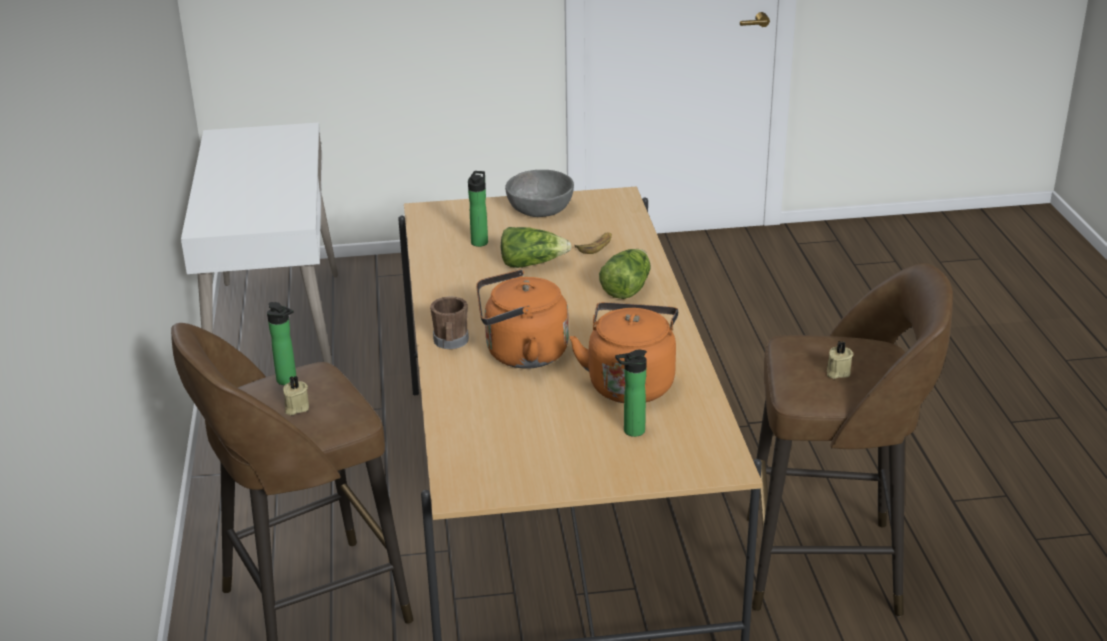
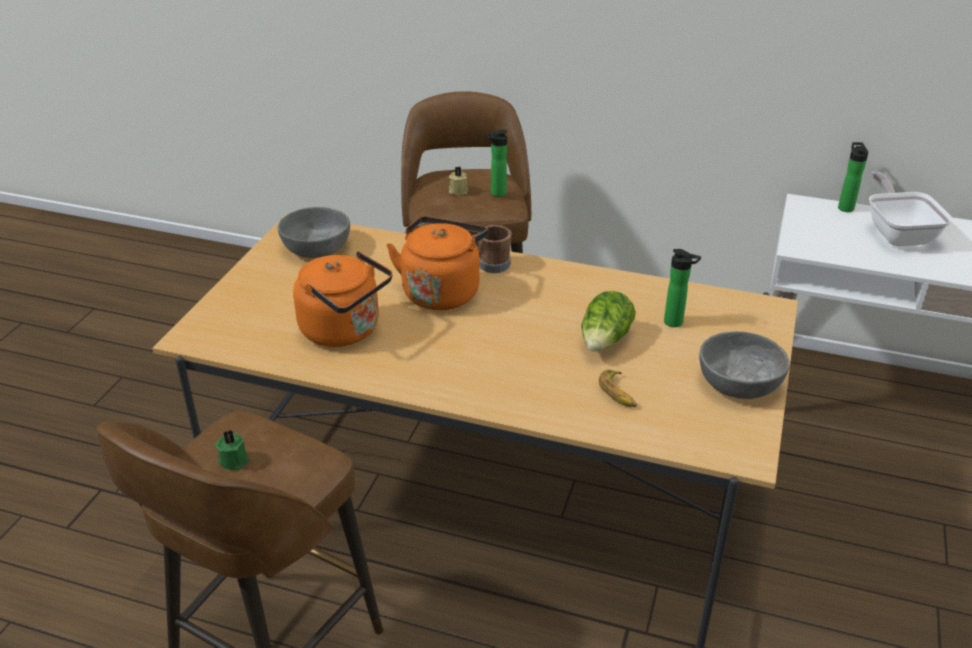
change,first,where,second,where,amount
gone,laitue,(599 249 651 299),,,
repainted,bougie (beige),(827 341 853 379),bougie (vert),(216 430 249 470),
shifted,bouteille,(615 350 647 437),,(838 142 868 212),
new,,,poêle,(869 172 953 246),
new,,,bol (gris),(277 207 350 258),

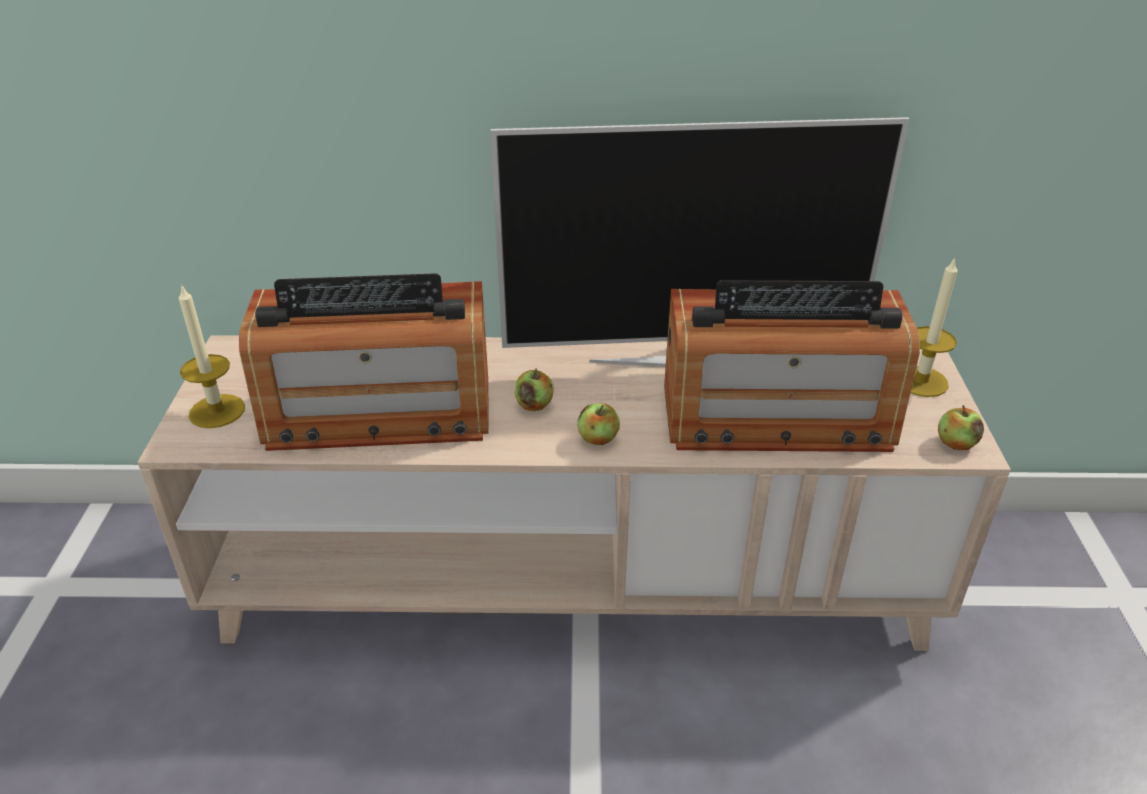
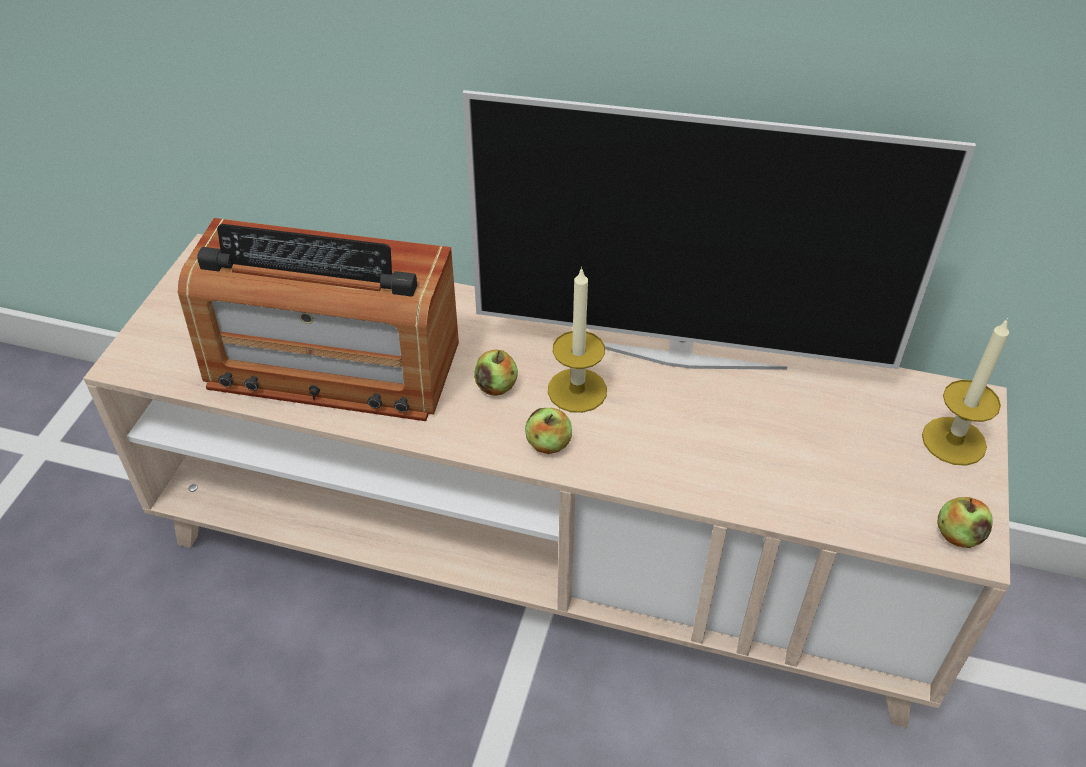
change,first,where,second,where,amount
gone,radio,(664 280 920 452),,,
shifted,bougie,(179 284 245 428),,(548 267 607 413),

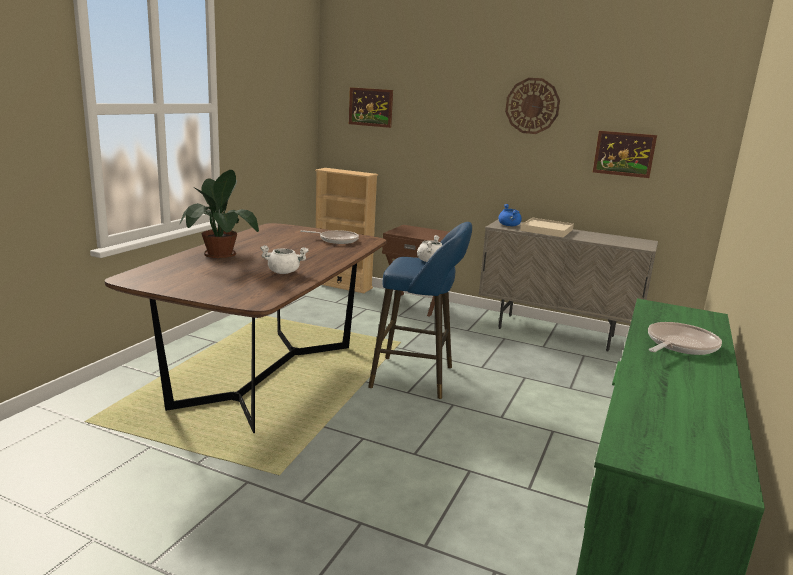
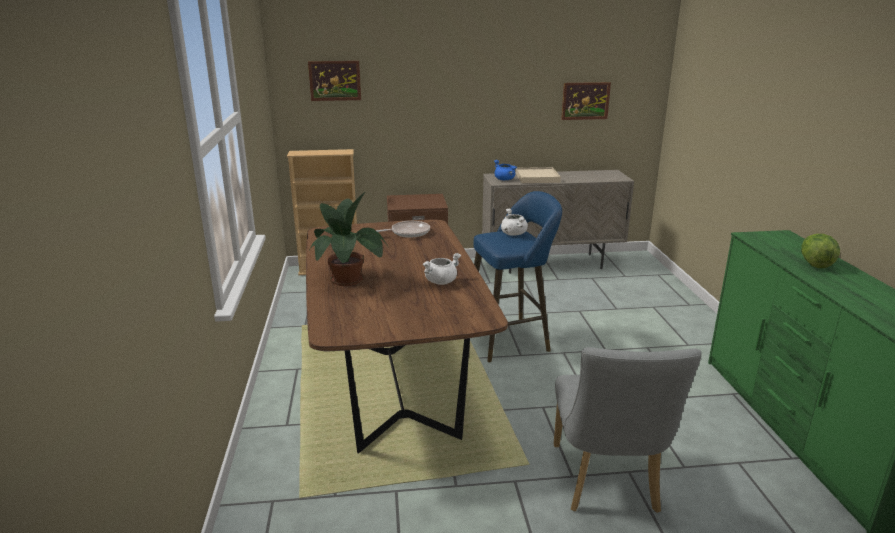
change,first,where,second,where,amount
gone,horloge murale,(505 78 560 134),,,
swapped,poêle,(648 322 722 355),laitue,(801 234 840 268),
new,,,chaise (gris),(553 347 702 513),

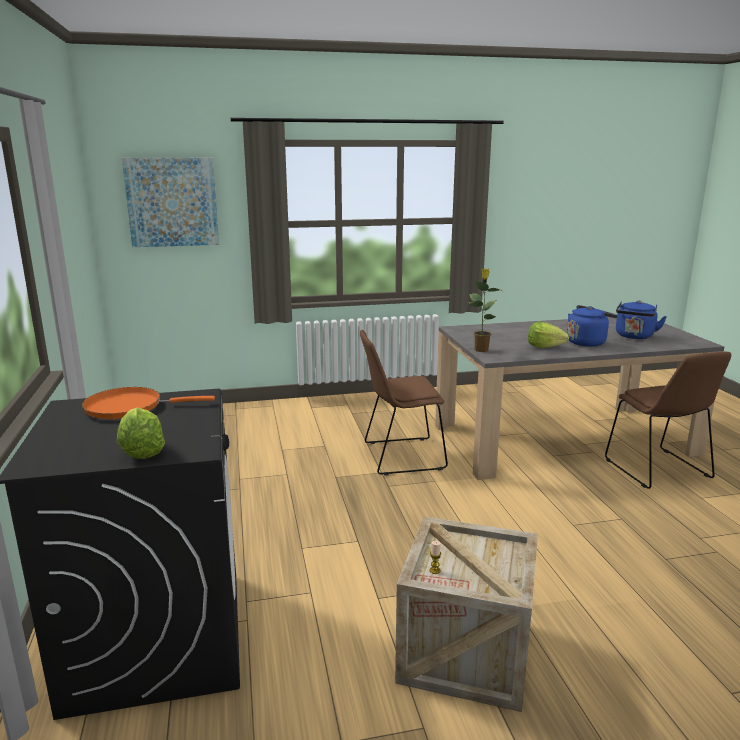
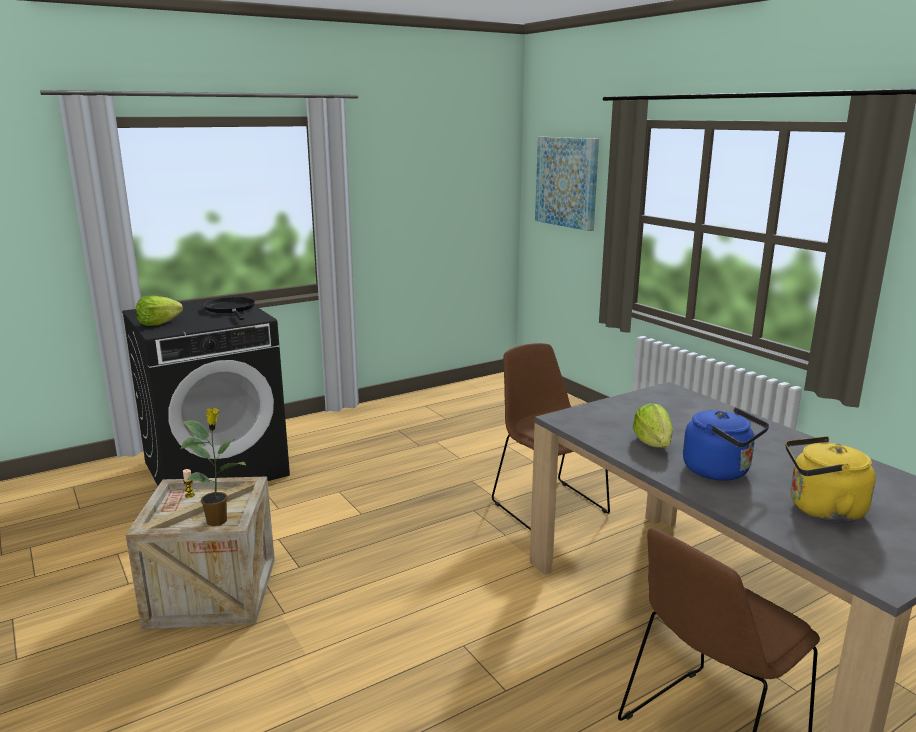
change,first,where,second,where,amount
shifted,plante en pot,(468 269 503 352),,(180 407 246 526),
repainted,bouilloire (bleu),(616 300 667 339),bouilloire (jaune),(786 436 876 523),
repainted,poêle (orange),(82 387 215 419),poêle (noir),(203 297 255 320),

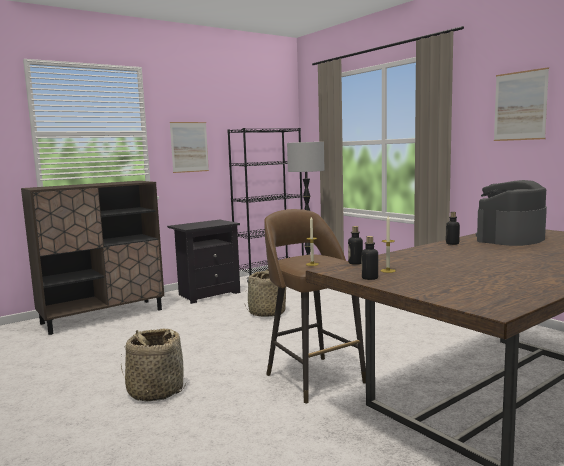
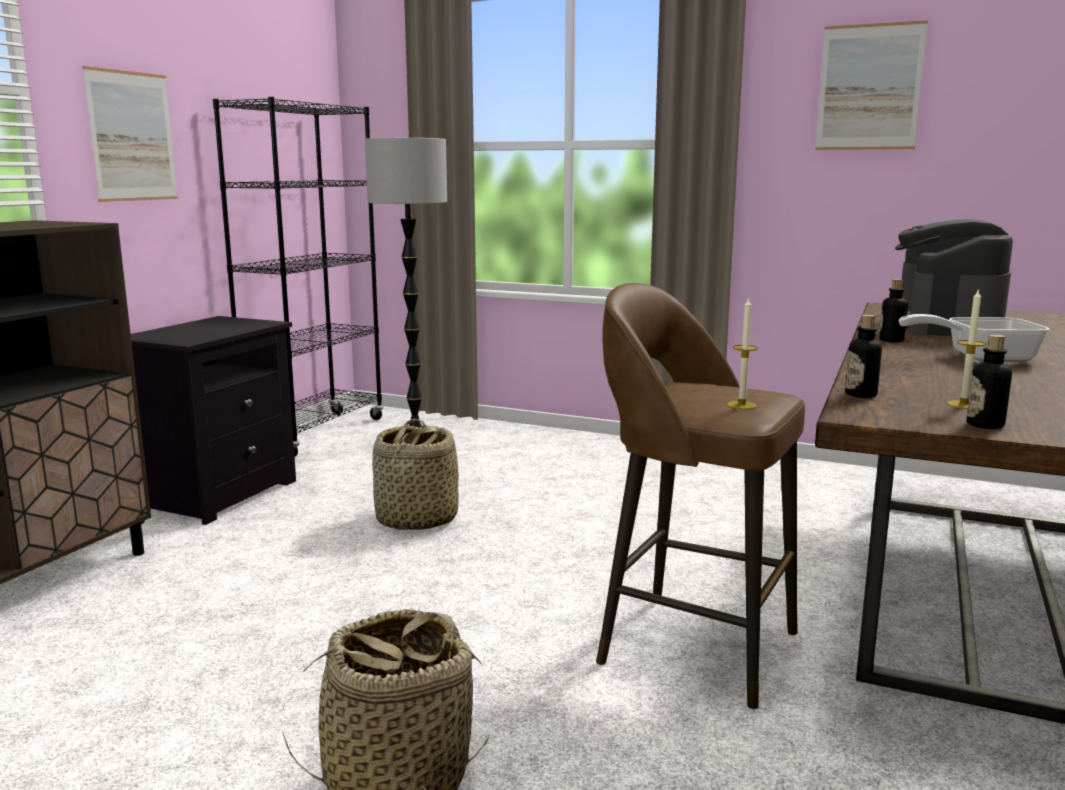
change,first,where,second,where,amount
new,,,poêle,(899 314 1049 362),

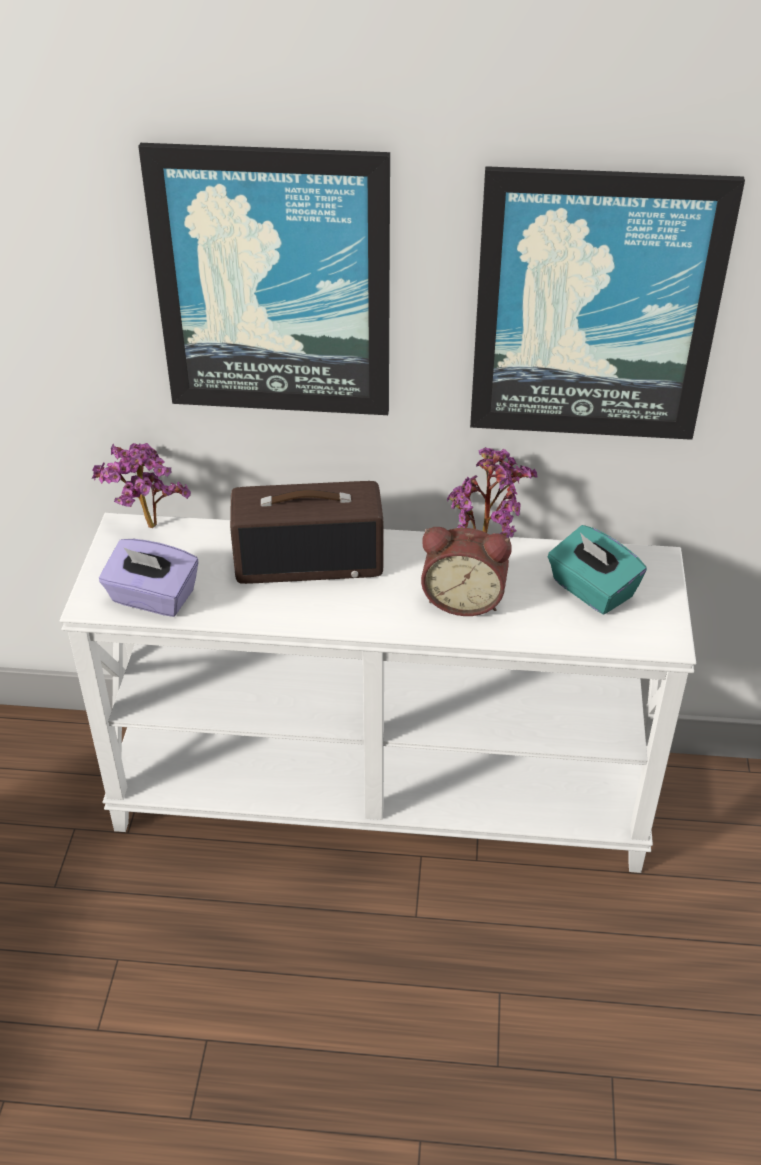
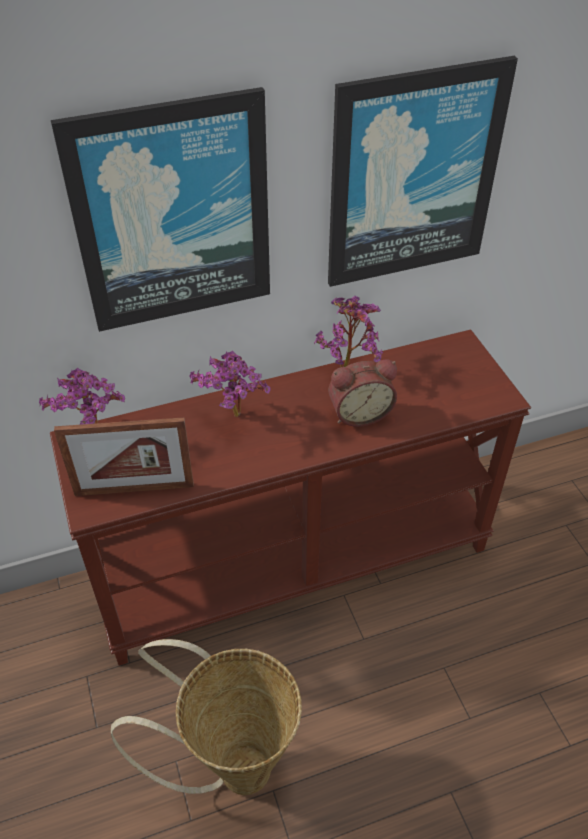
change,first,where,second,where,amount
swapped,radio,(230 481 384 584),plante en pot,(190 351 271 417),
repainted,table console (blanc),(60 512 696 873),table console (marron),(50 329 531 666),
gone,boîte à mouchoirs (turquoise),(547 525 647 615),,,
swapped,boîte à mouchoirs (violet),(99 539 198 617),cadre photo,(54 417 194 496),
new,,,panier,(111 639 302 795),

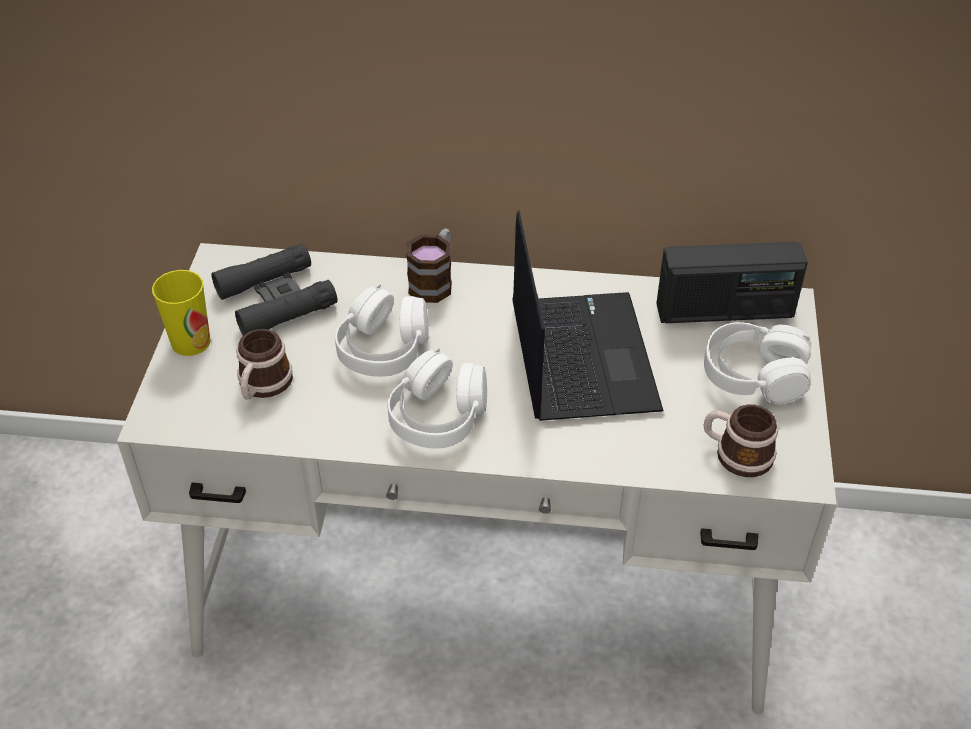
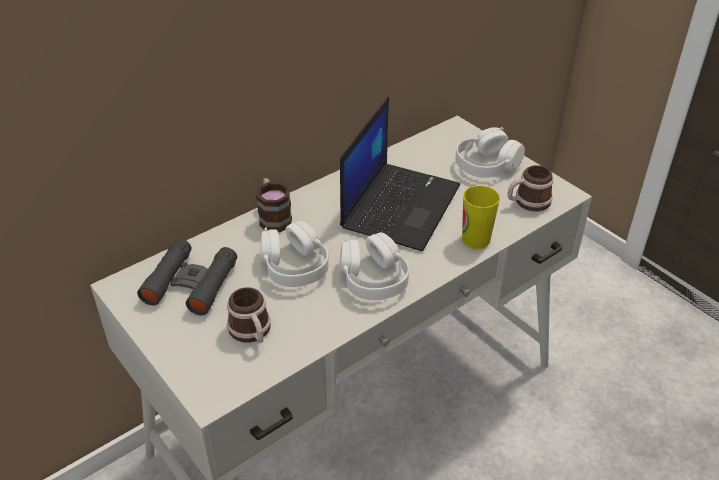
change,first,where,second,where,amount
rotated,ordinateur portable,(513 210 664 421),,(340 97 460 251),75 degrees clockwise
gone,radio,(656 242 808 323),,,
shifted,tasse,(152 270 211 356),,(462 185 500 249),

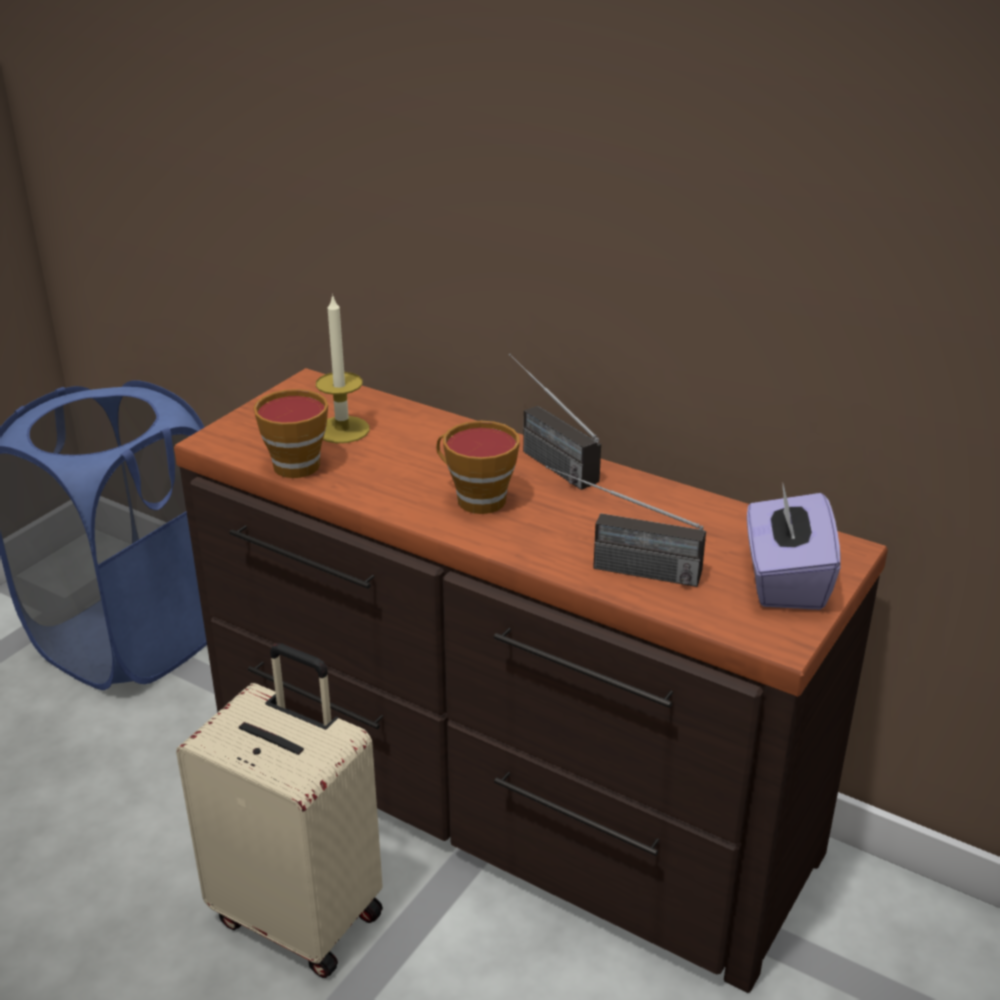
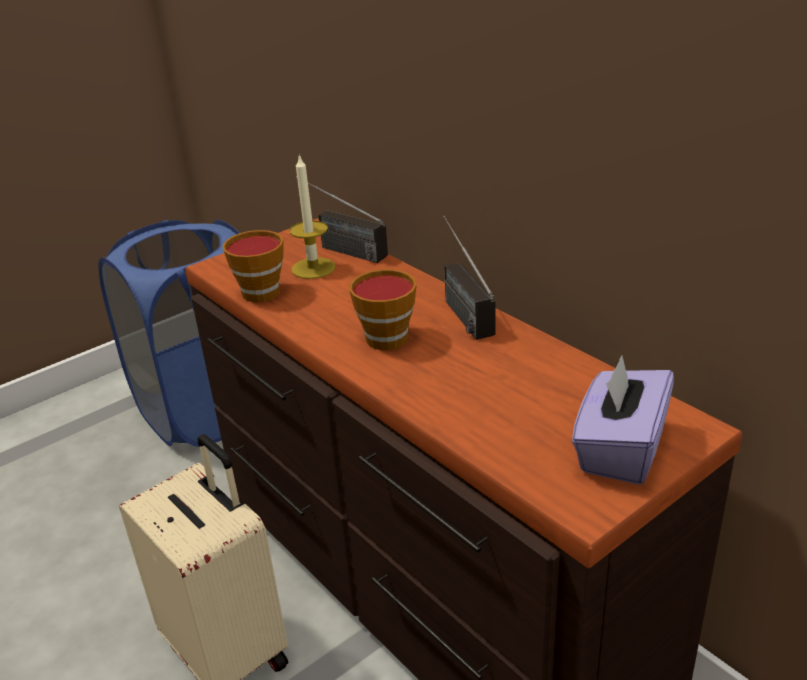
change,first,where,second,where,amount
shifted,radio,(546 466 706 587),,(296 176 388 263),

